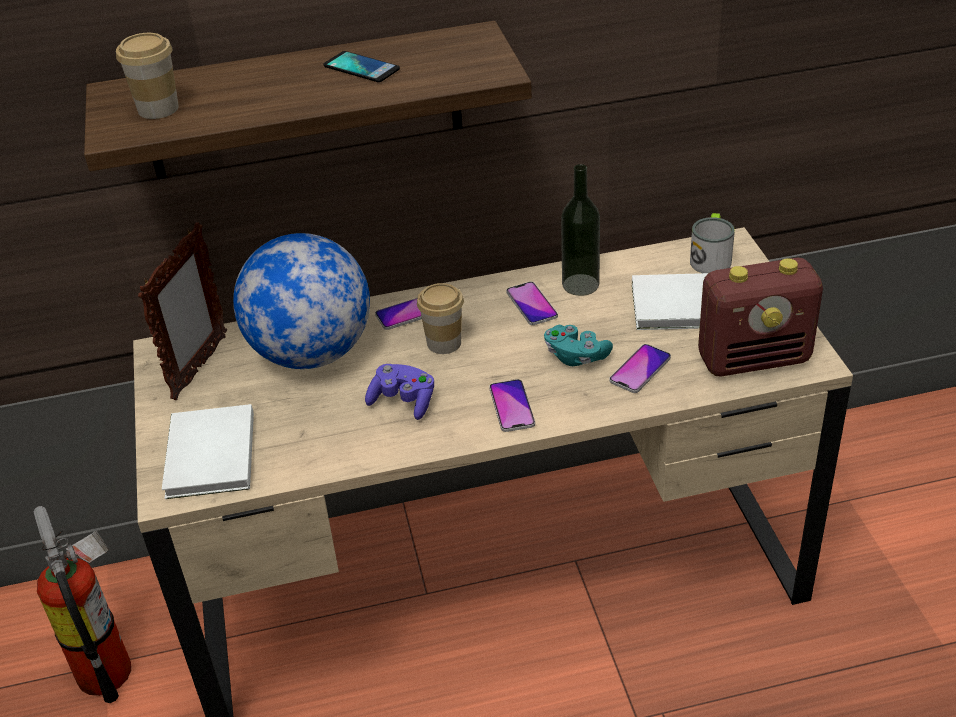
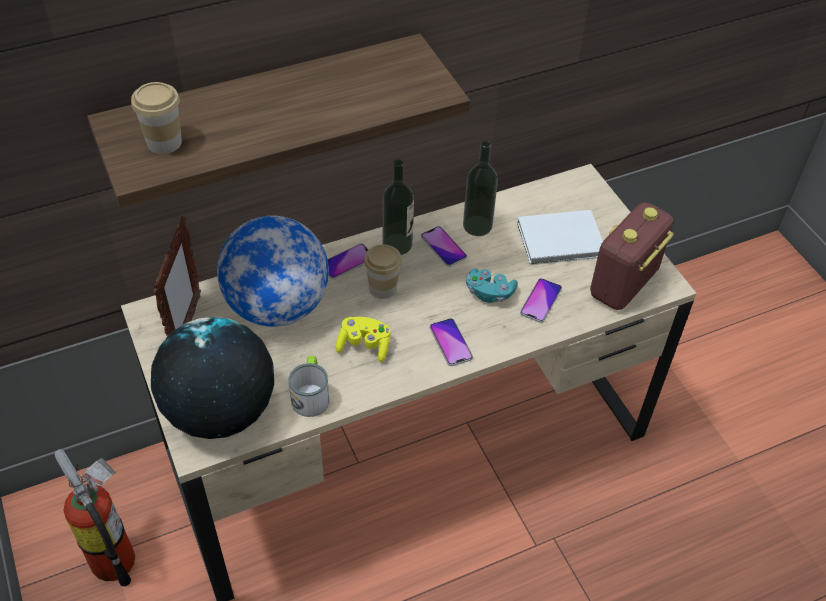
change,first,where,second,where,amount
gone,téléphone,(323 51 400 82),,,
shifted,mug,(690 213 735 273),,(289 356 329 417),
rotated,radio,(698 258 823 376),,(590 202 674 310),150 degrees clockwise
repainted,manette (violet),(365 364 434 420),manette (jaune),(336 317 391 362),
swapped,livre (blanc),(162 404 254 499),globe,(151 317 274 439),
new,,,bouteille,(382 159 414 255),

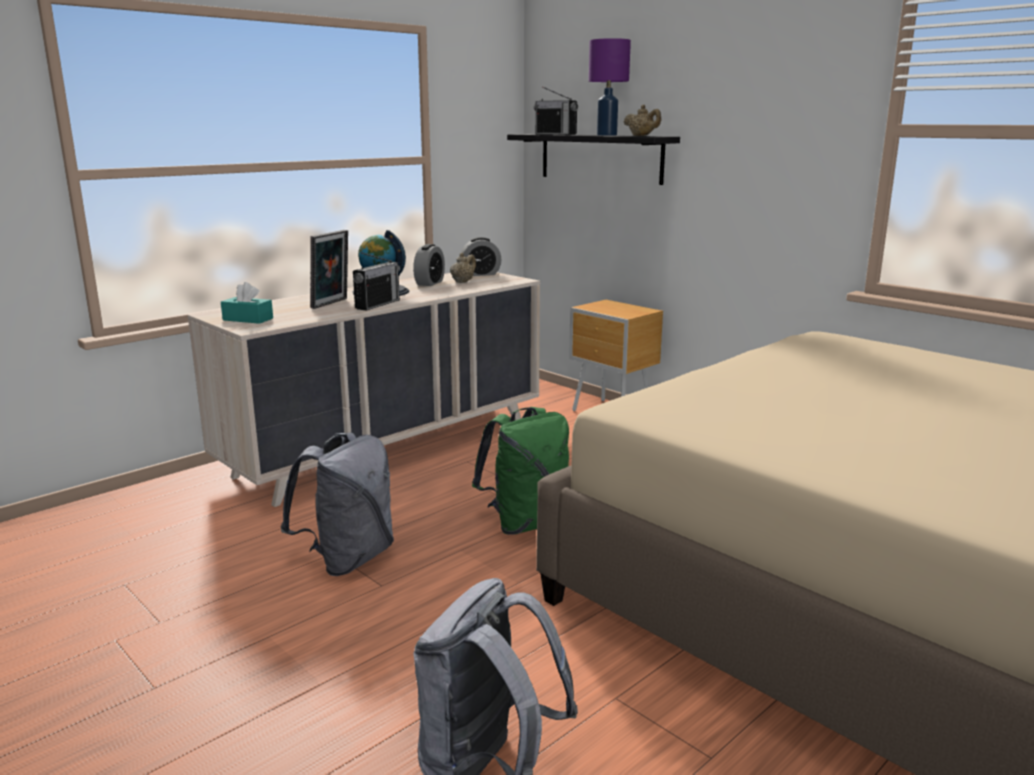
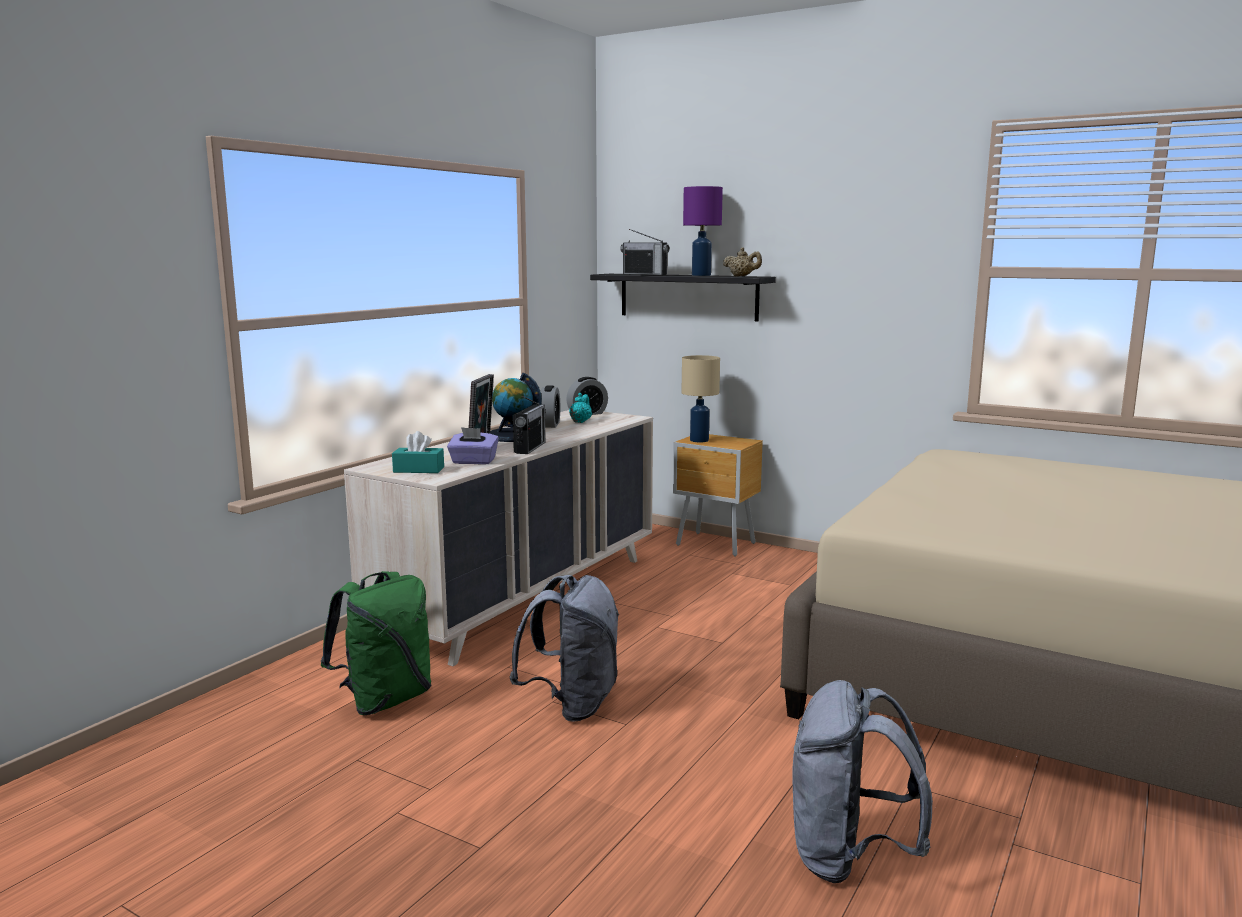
change,first,where,second,where,amount
repainted,théière (beige),(450 253 476 283),théière (turquoise),(569 393 592 423),
shifted,sac à dos (vert),(472 407 569 535),,(321 571 432 715),
new,,,lampe de table (beige),(681 355 720 442),
new,,,boîte à mouchoirs (violet),(447 427 499 465),

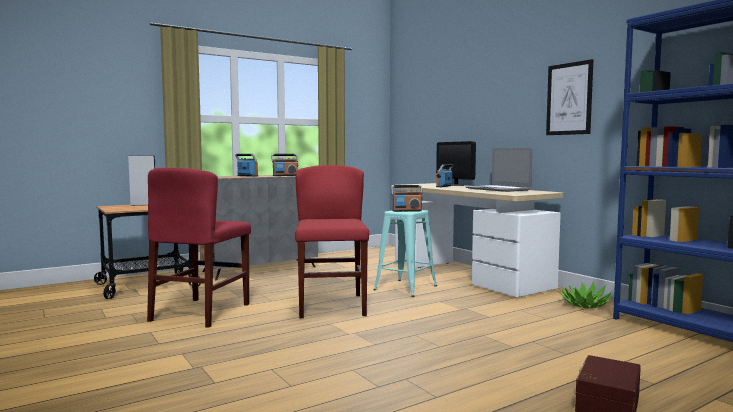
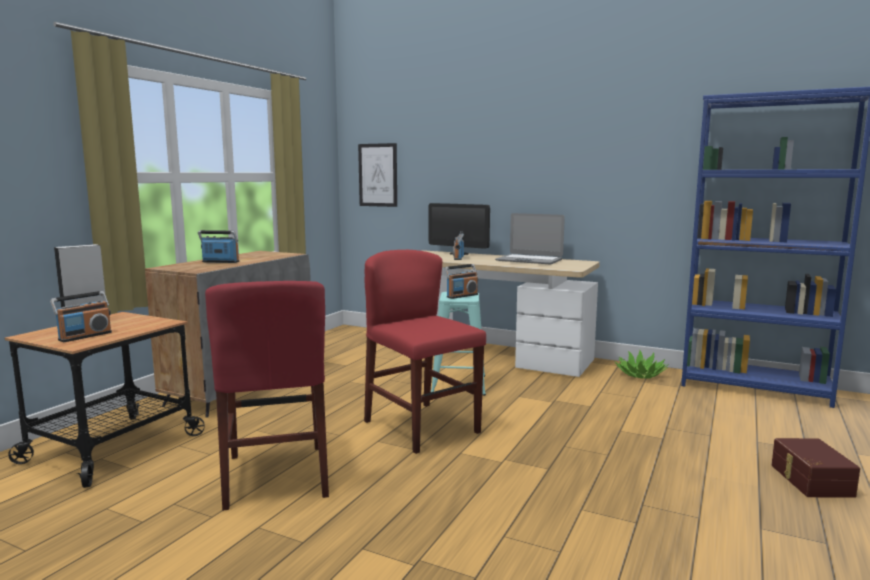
change,first,where,second,where,amount
shifted,tableau,(546 59 593 135),,(358 143 397 207),
shifted,radio,(271 154 298 176),,(50 291 112 342),

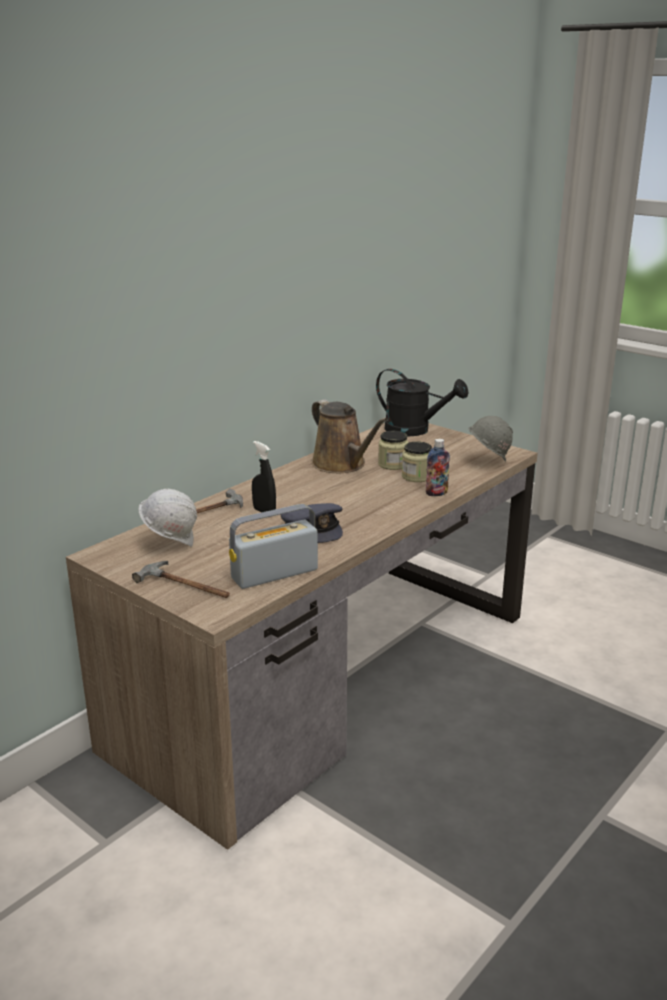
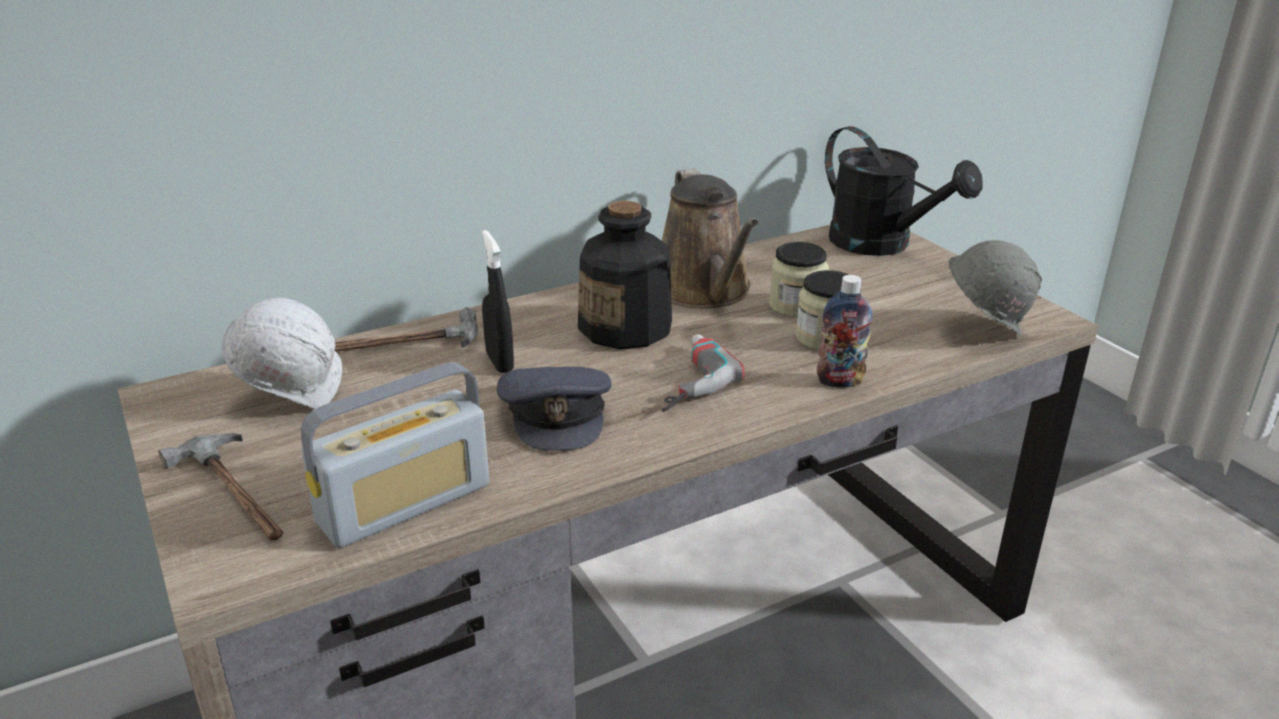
change,first,where,second,where,amount
rotated,radio,(229 504 318 589),,(301 362 489 548),150 degrees clockwise
new,,,bouteille,(578 201 672 349),
new,,,perceuse,(662 334 745 412),

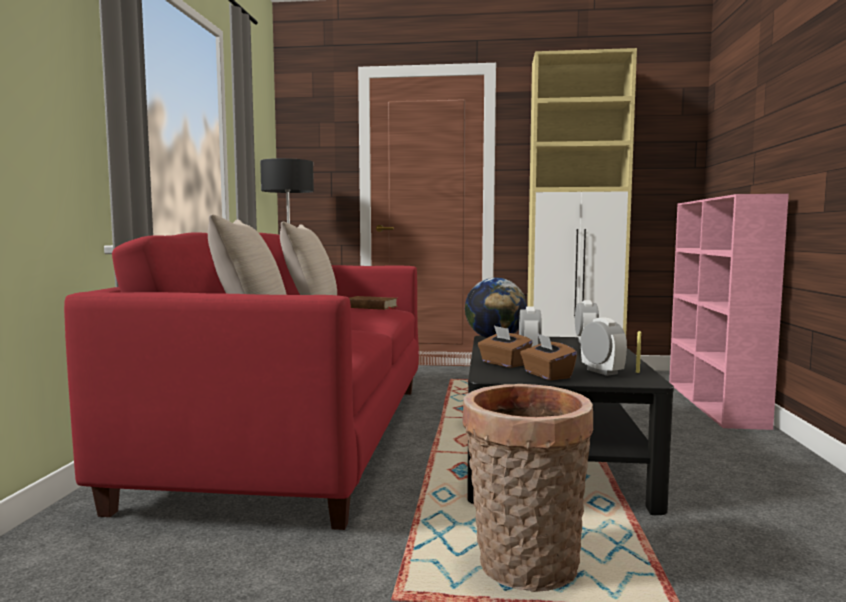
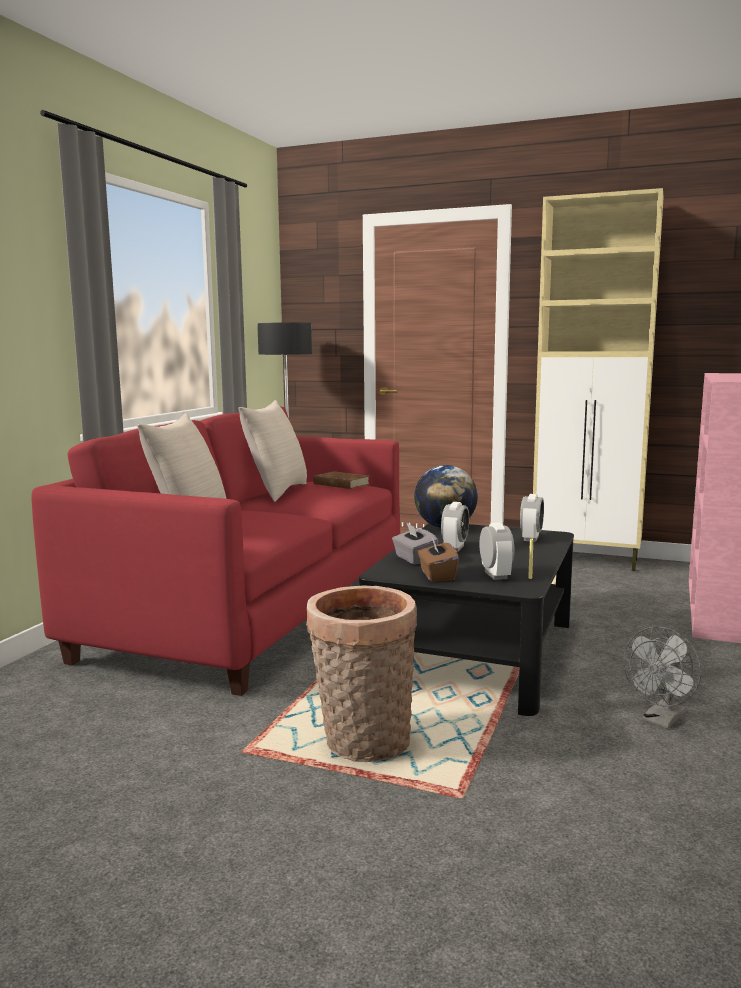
change,first,where,second,where,amount
repainted,boîte à mouchoirs (marron),(478 326 533 368),boîte à mouchoirs (gris),(392 522 438 565),
new,,,ventilateur (gris),(623 627 701 729),

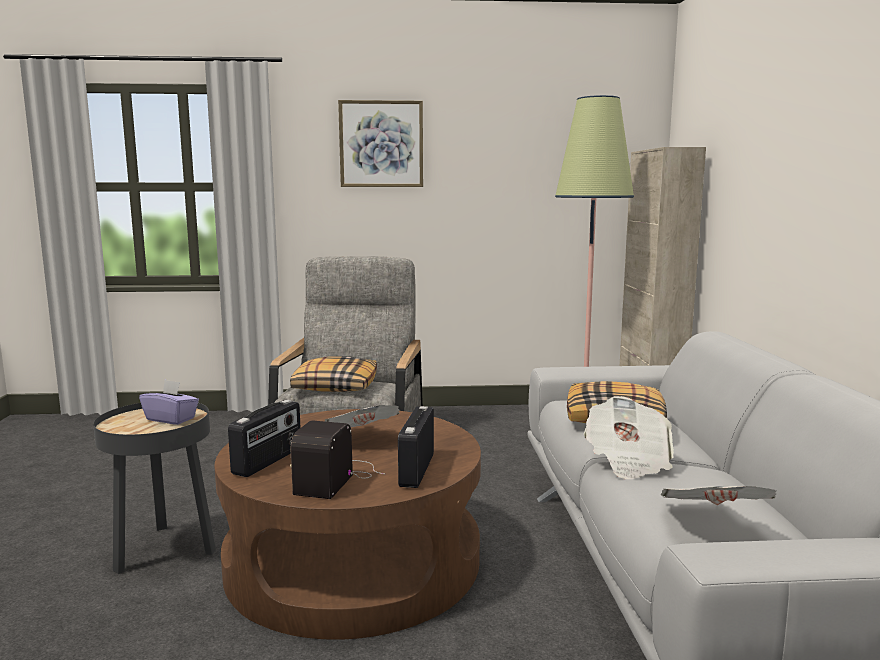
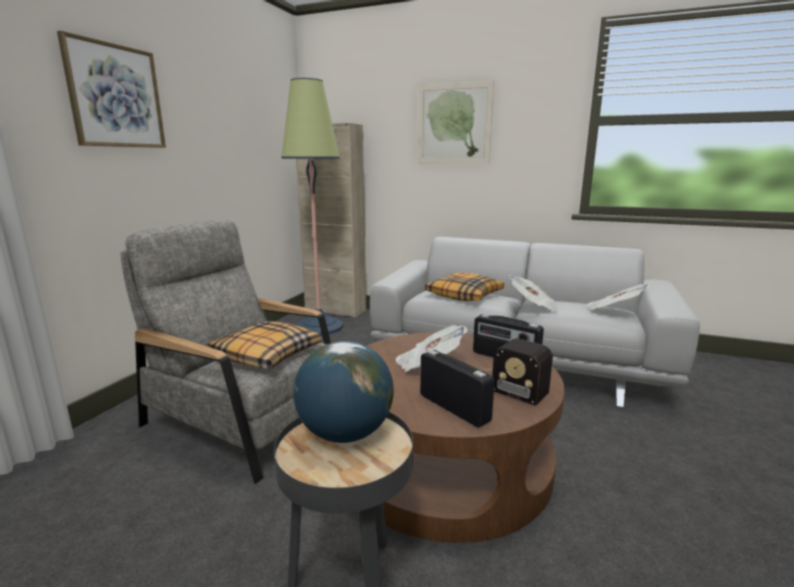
change,first,where,second,where,amount
swapped,boîte à mouchoirs (violet),(139 380 199 425),globe,(293 341 394 443),
new,,,tableau,(418 81 494 163),

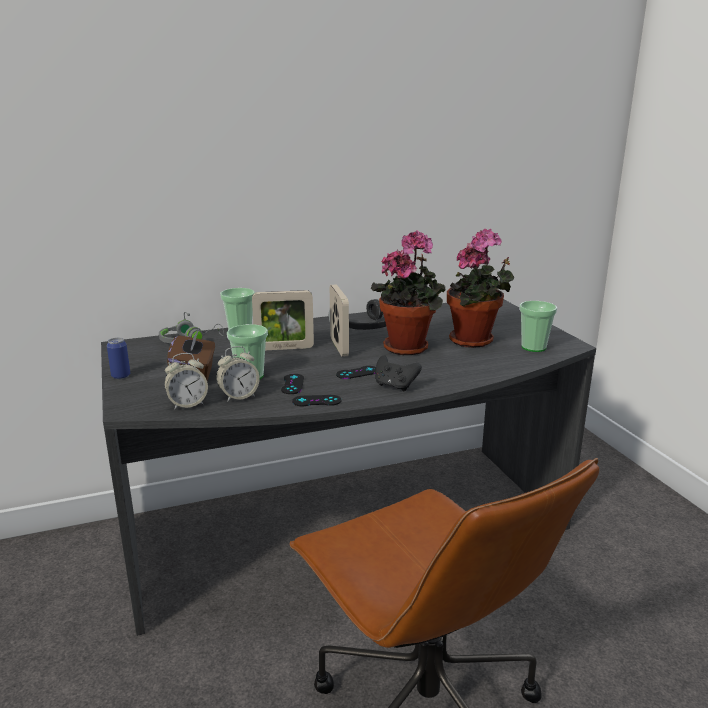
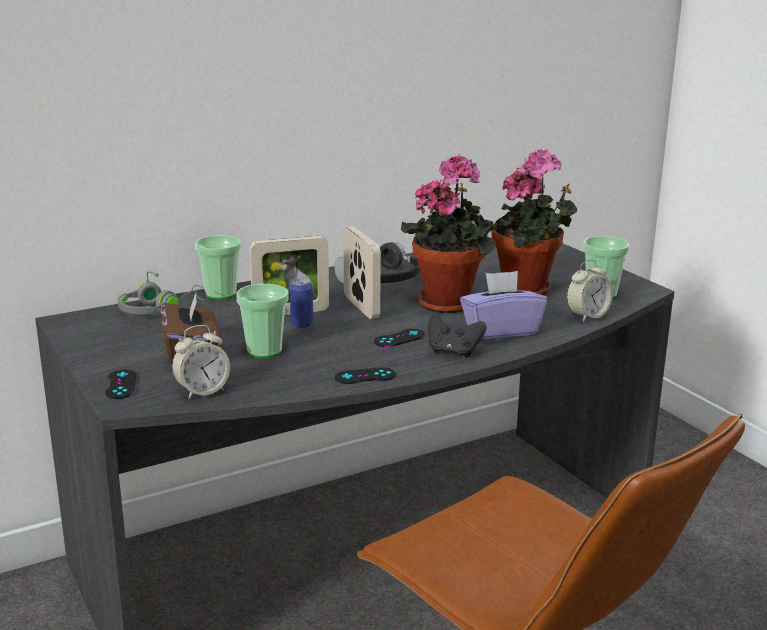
change,first,where,second,where,amount
shifted,boîte métallique,(107 337 130 379),,(290 278 313 329),
shifted,réveil,(216 346 260 402),,(566 260 613 322),
shifted,manette (noir),(281 374 304 394),,(105 370 137 399),
new,,,boîte à mouchoirs (violet),(460 271 547 339),

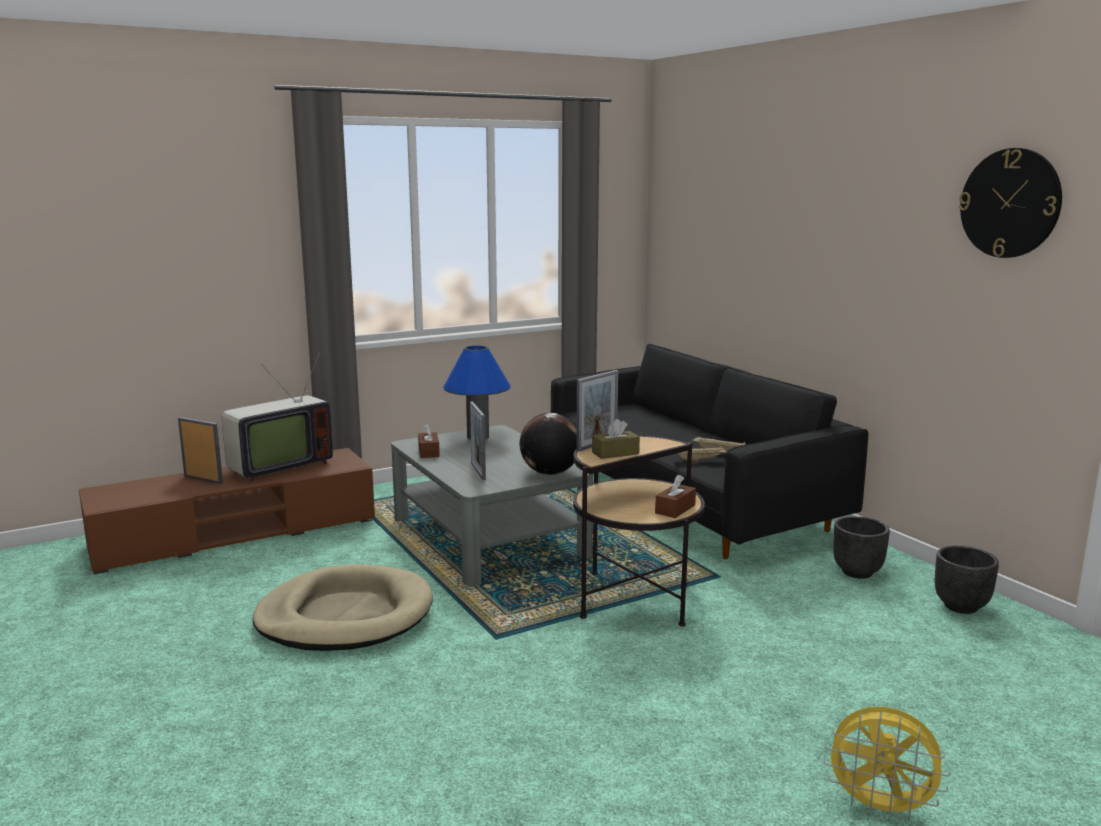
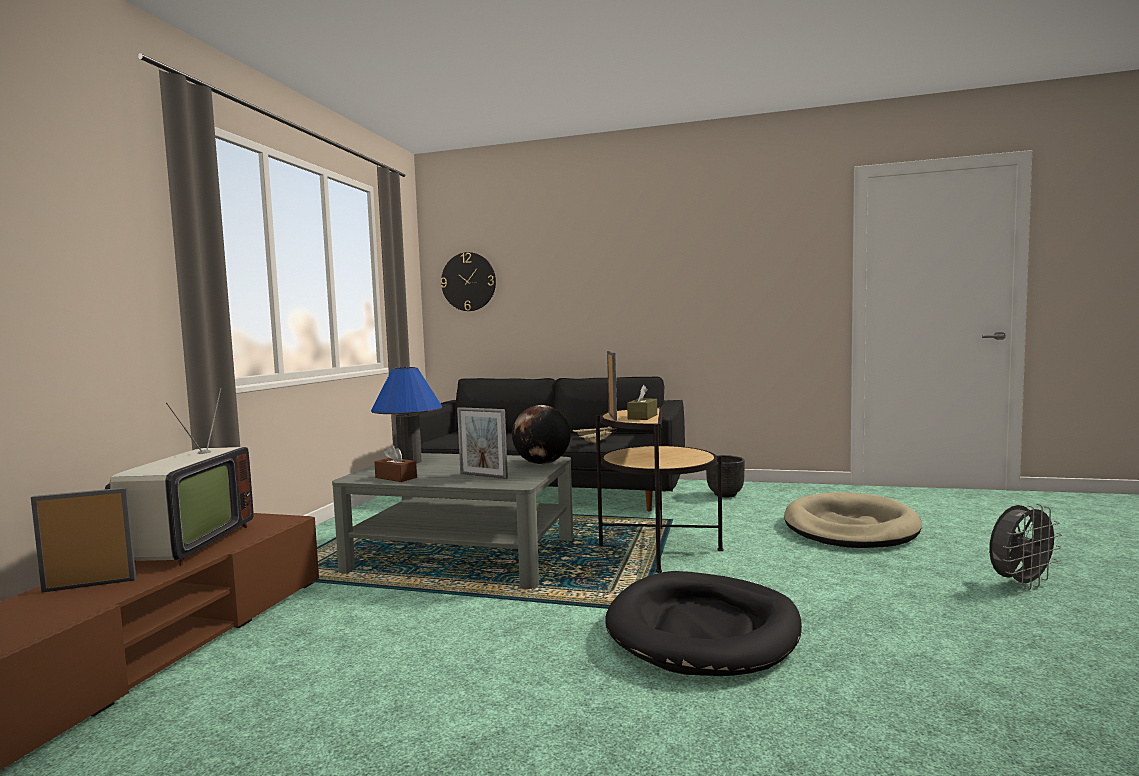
change,first,where,second,where,amount
shifted,horloge murale,(959 148 1062 258),,(441 252 496 311),
gone,boîte à mouchoirs (marron),(655 475 696 518),,,
gone,cache-pot (noir),(935 546 999 614),,,
shifted,panier pour chien (beige),(253 564 433 651),,(784 492 922 548),
repainted,ventilateur (jaune),(823 707 950 821),ventilateur (gris),(989 504 1062 590),
new,,,panier pour chien (noir),(606 571 802 676),

